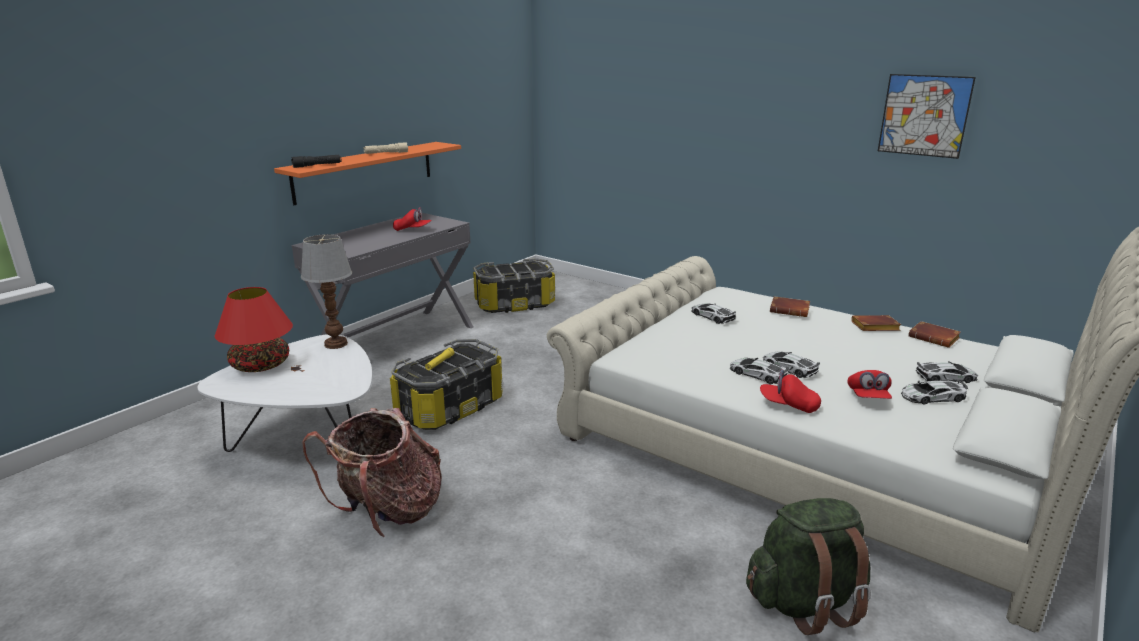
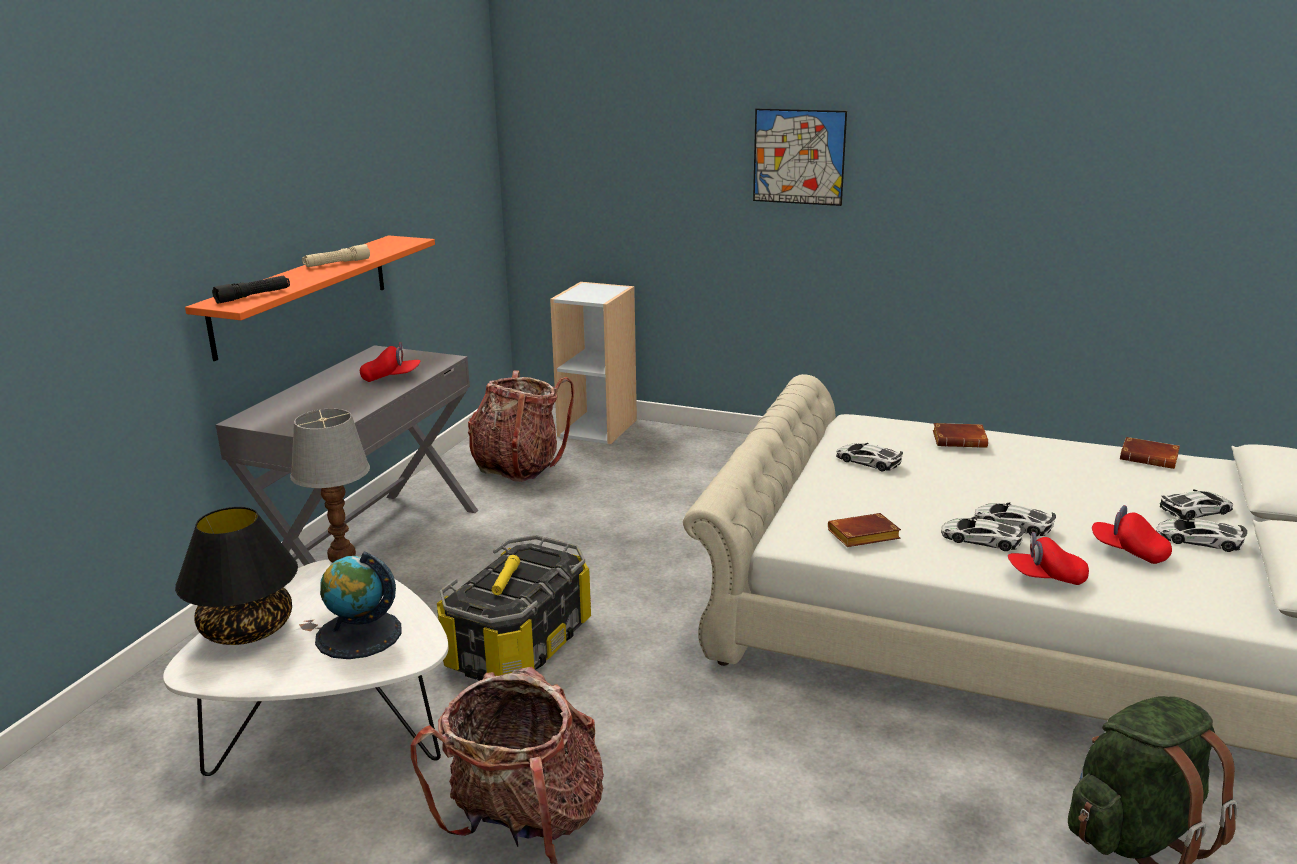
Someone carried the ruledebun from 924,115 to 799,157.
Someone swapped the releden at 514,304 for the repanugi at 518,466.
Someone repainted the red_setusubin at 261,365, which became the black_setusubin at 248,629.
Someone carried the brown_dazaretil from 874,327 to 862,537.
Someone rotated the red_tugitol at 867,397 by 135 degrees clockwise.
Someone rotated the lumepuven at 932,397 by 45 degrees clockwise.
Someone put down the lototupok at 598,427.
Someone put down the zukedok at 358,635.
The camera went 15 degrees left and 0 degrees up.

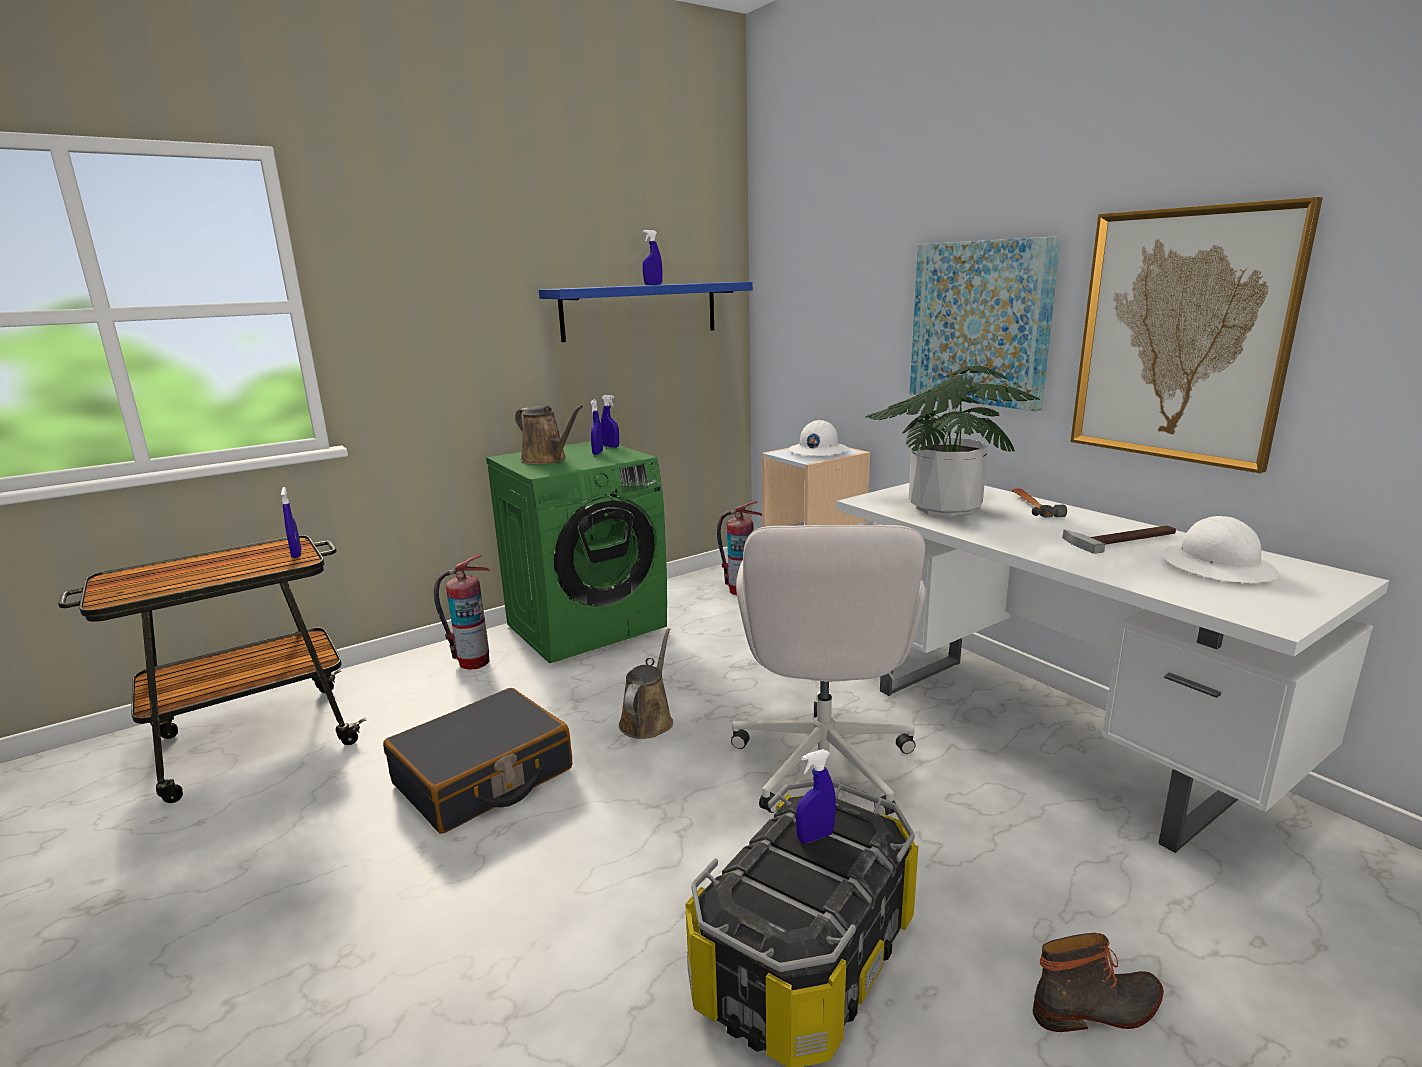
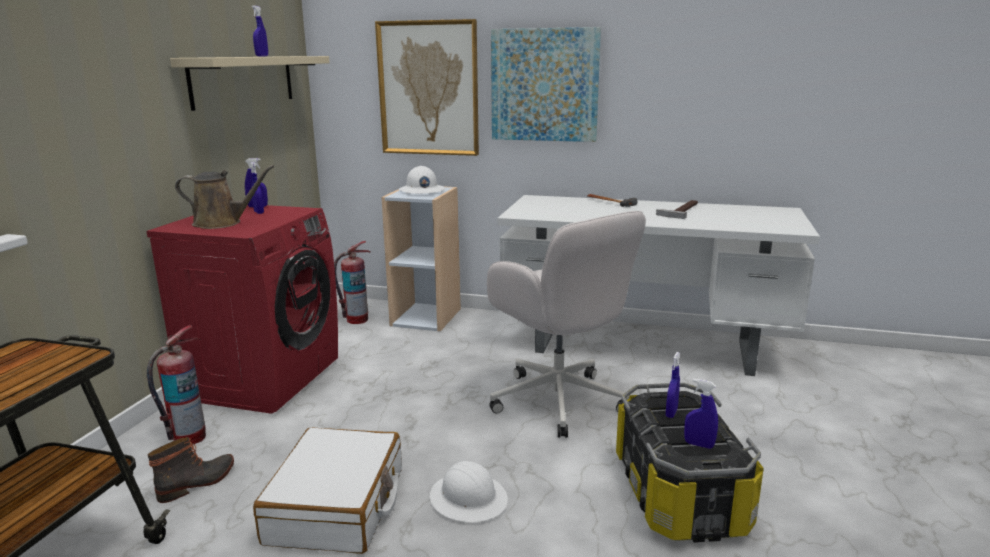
Someone carried the ruledebun from 1181,336 to 428,88.
Someone repainted the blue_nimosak at 640,310, which became the beige_nimosak at 243,80.
Someone took away the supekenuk at 944,508.
Someone repainted the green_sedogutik at 587,629, which became the red_sedogutik at 264,380.
Someone carried the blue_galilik from 296,554 to 699,445.
Someone carried the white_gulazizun from 1217,566 to 468,499.
Someone took away the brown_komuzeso at 648,720.
Someone repainted the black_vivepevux at 483,777, which became the white_vivepevux at 337,506.
Someone carried the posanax from 1098,1009 to 198,483.
The camera went 40 degrees left and 0 degrees up.

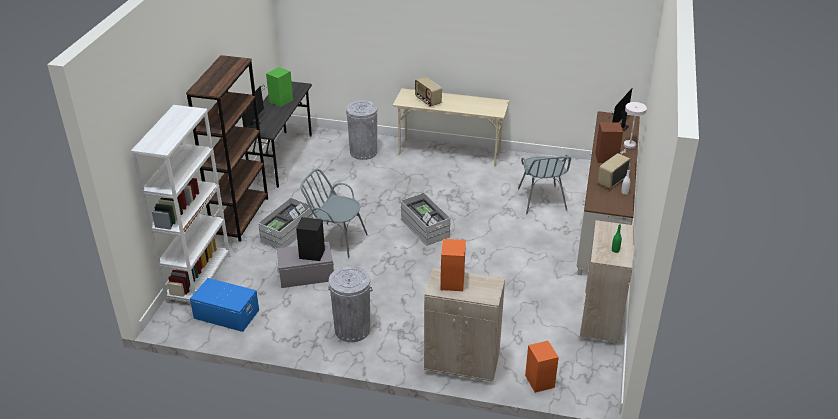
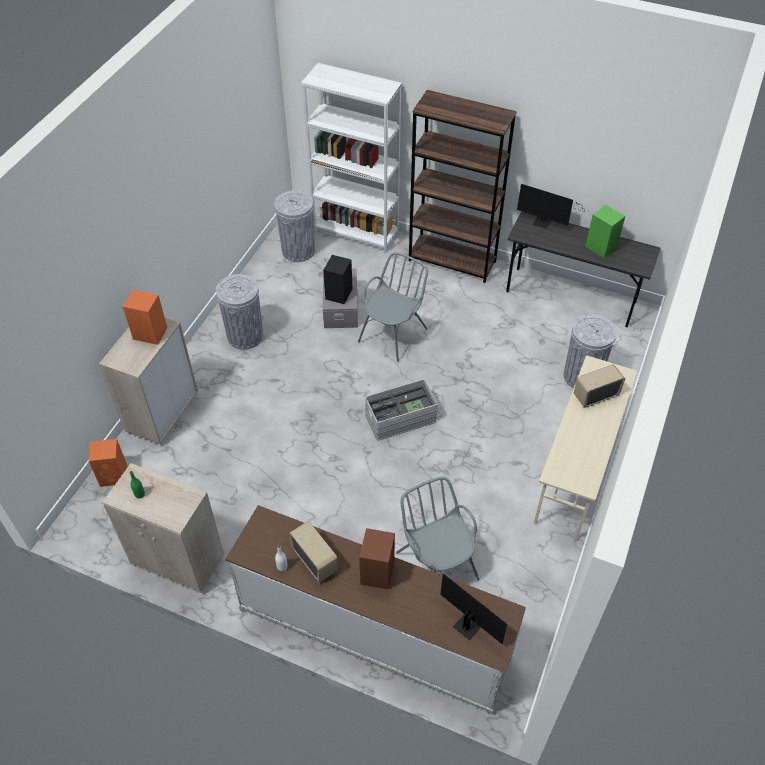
Someone took away the white_setusubin at 628,146.
Someone rotated the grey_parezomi at 542,201 by 60 degrees clockwise.
Someone took away the grey_releden at 287,232.
Someone swapped the blue_releden at 226,313 for the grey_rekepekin at 298,250.
The camera went 100 degrees right and 15 degrees up.

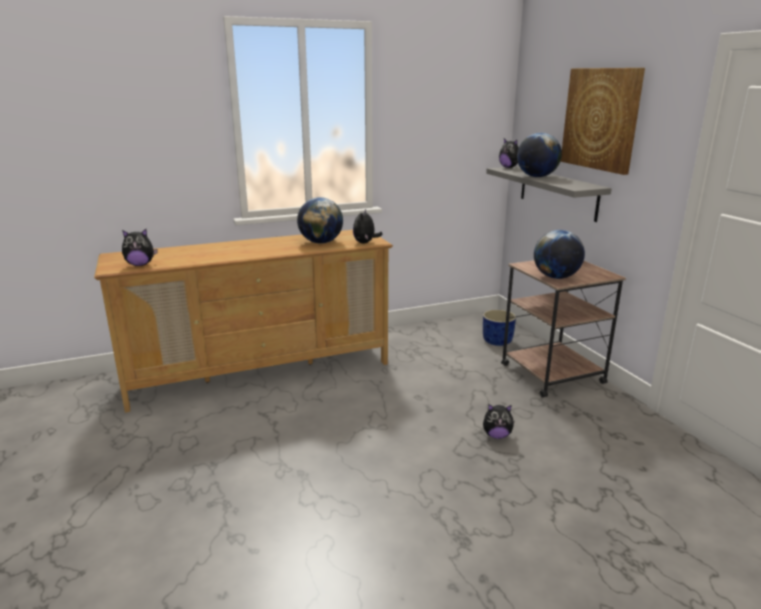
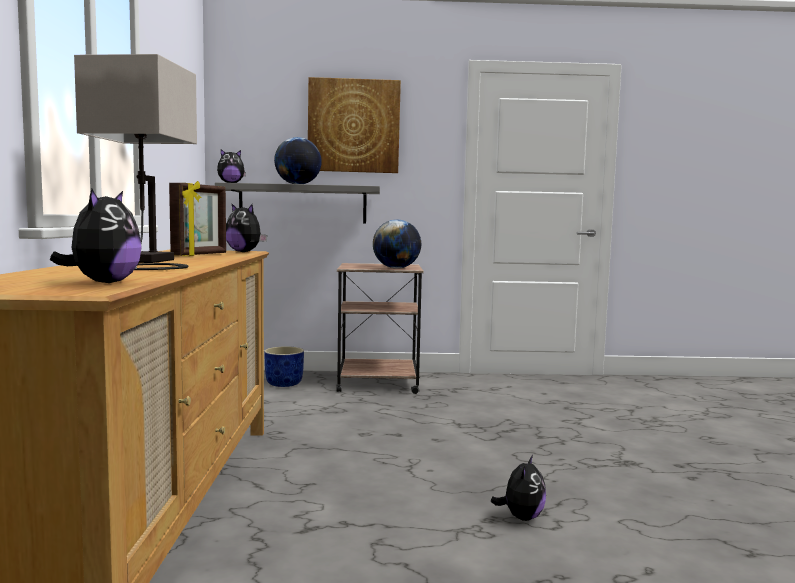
Someone swapped the zukedok at 321,242 for the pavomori at 200,255.
Someone carried the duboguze from 497,435 to 521,517.
Someone put down the setusubin at 145,263.
The camera went 70 degrees left and 15 degrees down.

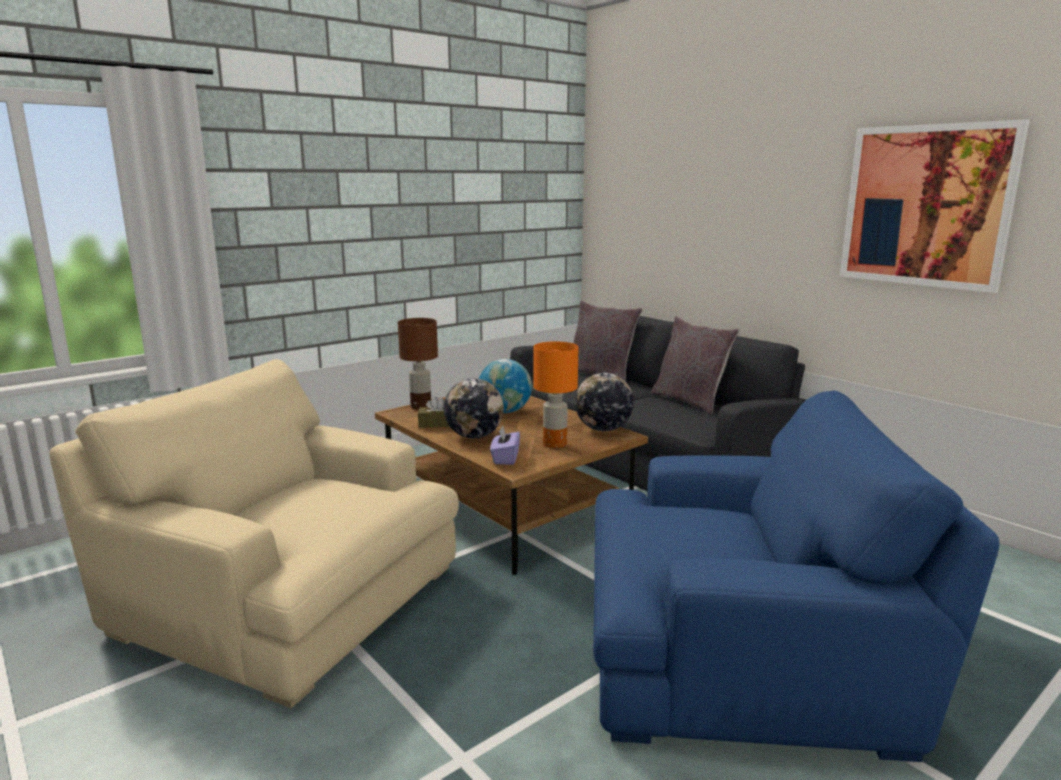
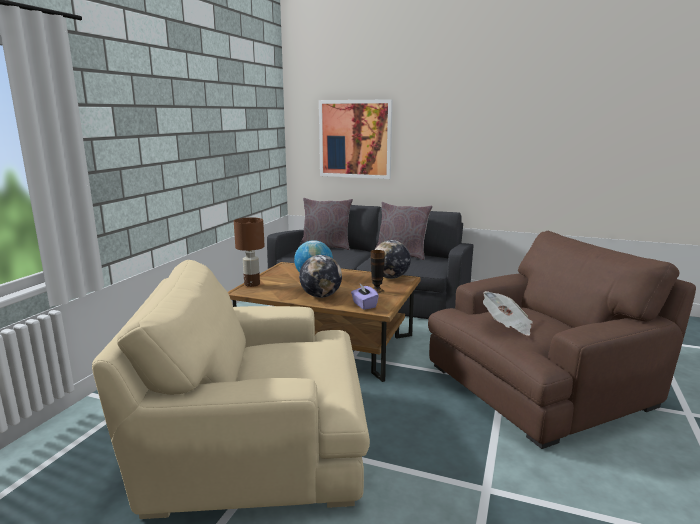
Someone carried the ruledebun from 926,206 to 355,139.
Someone swapped the orange_setusubin at 554,444 for the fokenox at 377,291.
Someone repainted the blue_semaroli at 741,651, which became the brown_semaroli at 541,384.
Someone took away the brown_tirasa at 436,424.
Someone put down the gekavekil at 507,326.
The camera went 30 degrees left and 0 degrees up.

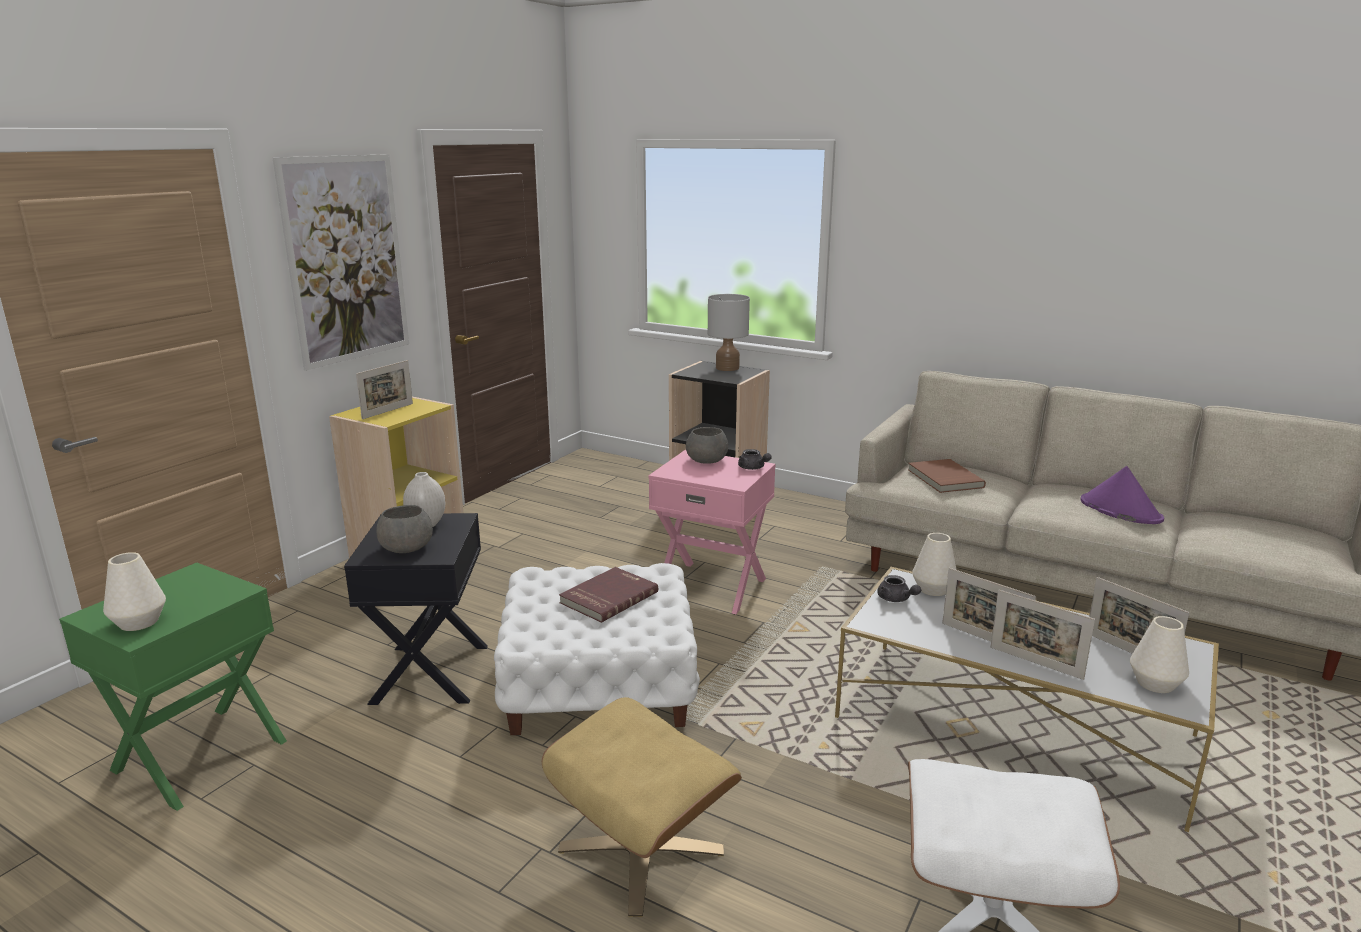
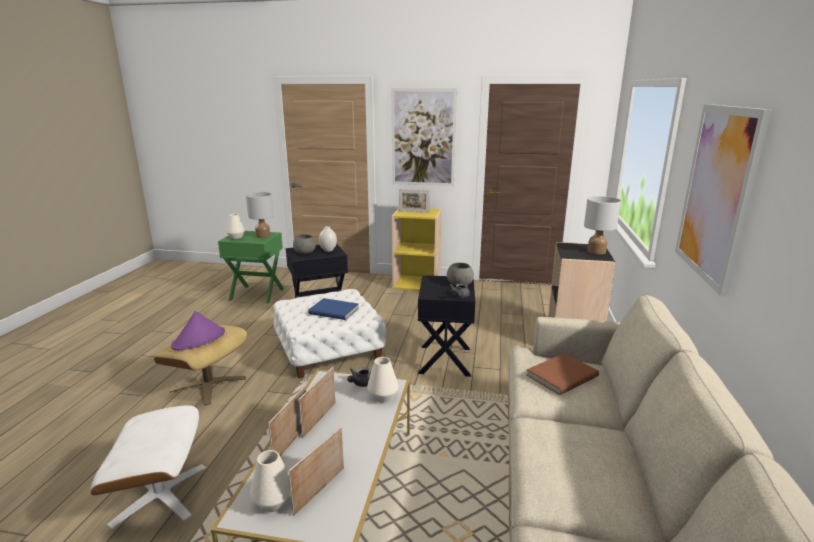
Someone repainted the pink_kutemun at 712,586, which became the black_kutemun at 446,360.
Someone carried the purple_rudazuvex from 1120,510 to 199,339.
Someone repainted the red_dazaretil at 607,597, which became the blue_dazaretil at 334,310.
Someone put up the ruledebun at 717,193.
Someone put down the grey_setusubin at 263,236.
The camera went 70 degrees right and 0 degrees up.

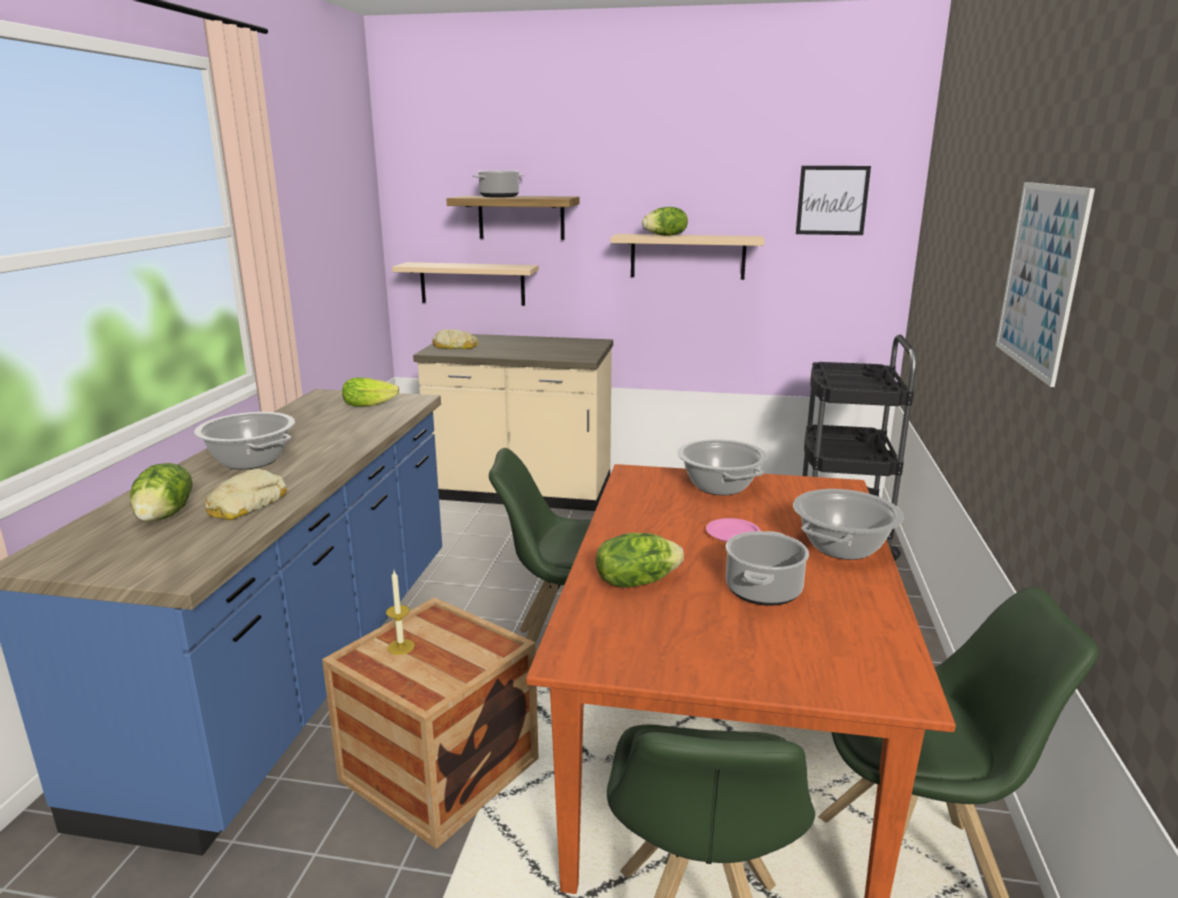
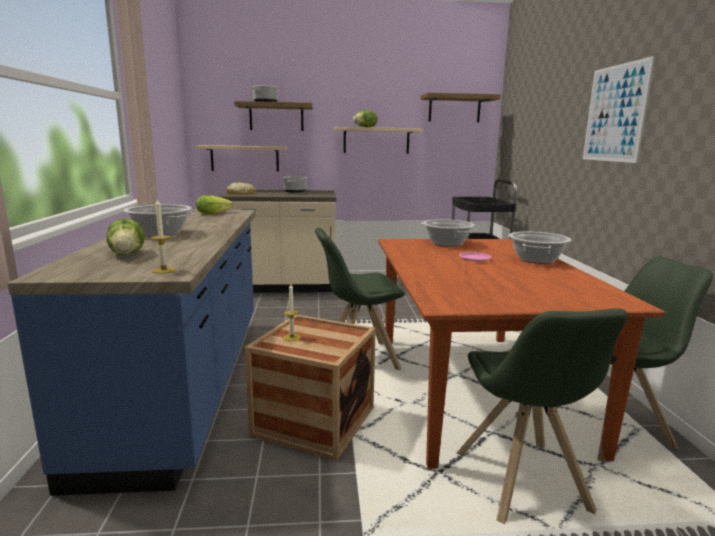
Someone swapped the ruledebun at 832,200 for the nimosak at 454,109.
Someone took away the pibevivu at 246,504.
Someone carried the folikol from 763,590 to 294,191.
Someone took away the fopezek at 636,581.
Someone put down the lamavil at 164,270.
The camera went 15 degrees left and 5 degrees down.

